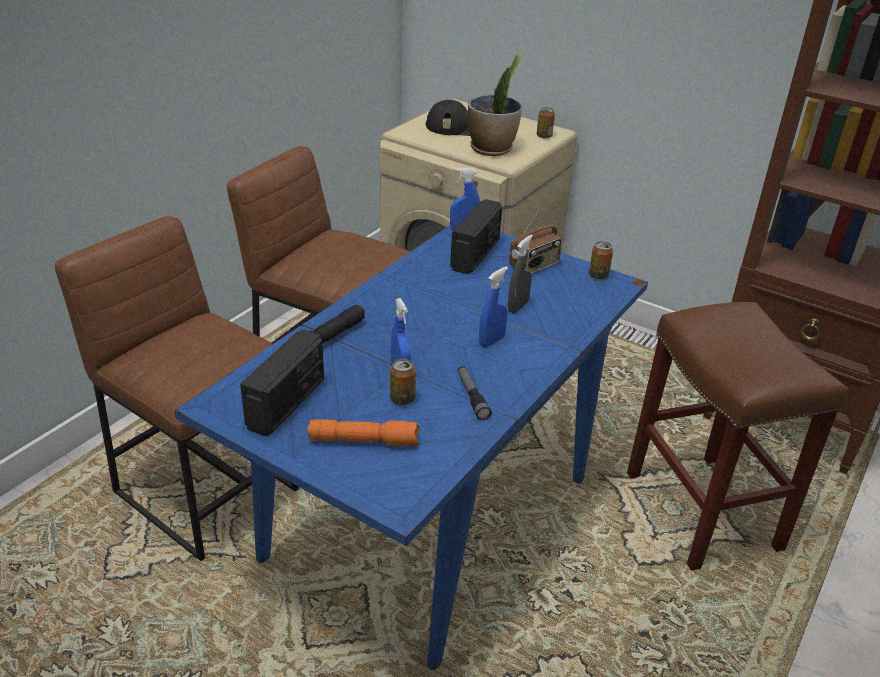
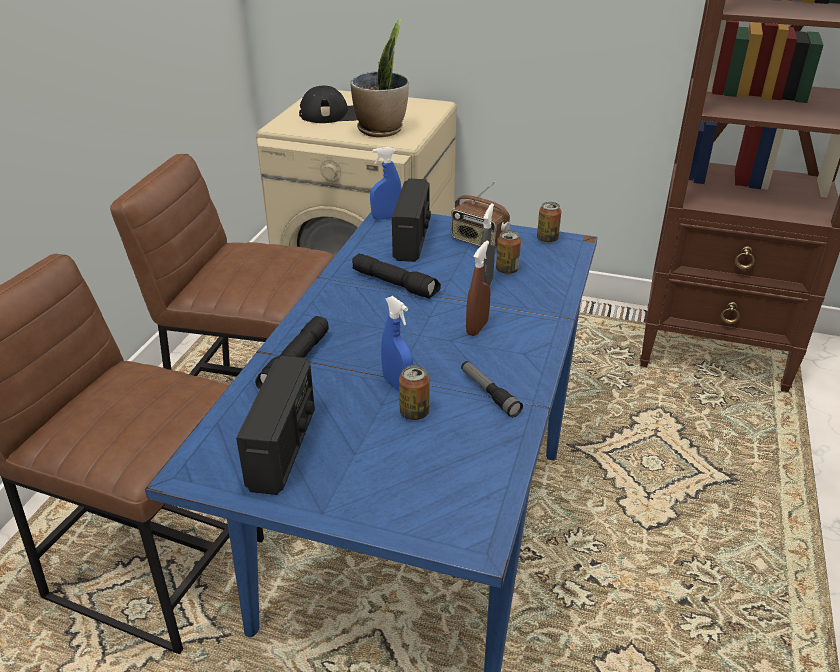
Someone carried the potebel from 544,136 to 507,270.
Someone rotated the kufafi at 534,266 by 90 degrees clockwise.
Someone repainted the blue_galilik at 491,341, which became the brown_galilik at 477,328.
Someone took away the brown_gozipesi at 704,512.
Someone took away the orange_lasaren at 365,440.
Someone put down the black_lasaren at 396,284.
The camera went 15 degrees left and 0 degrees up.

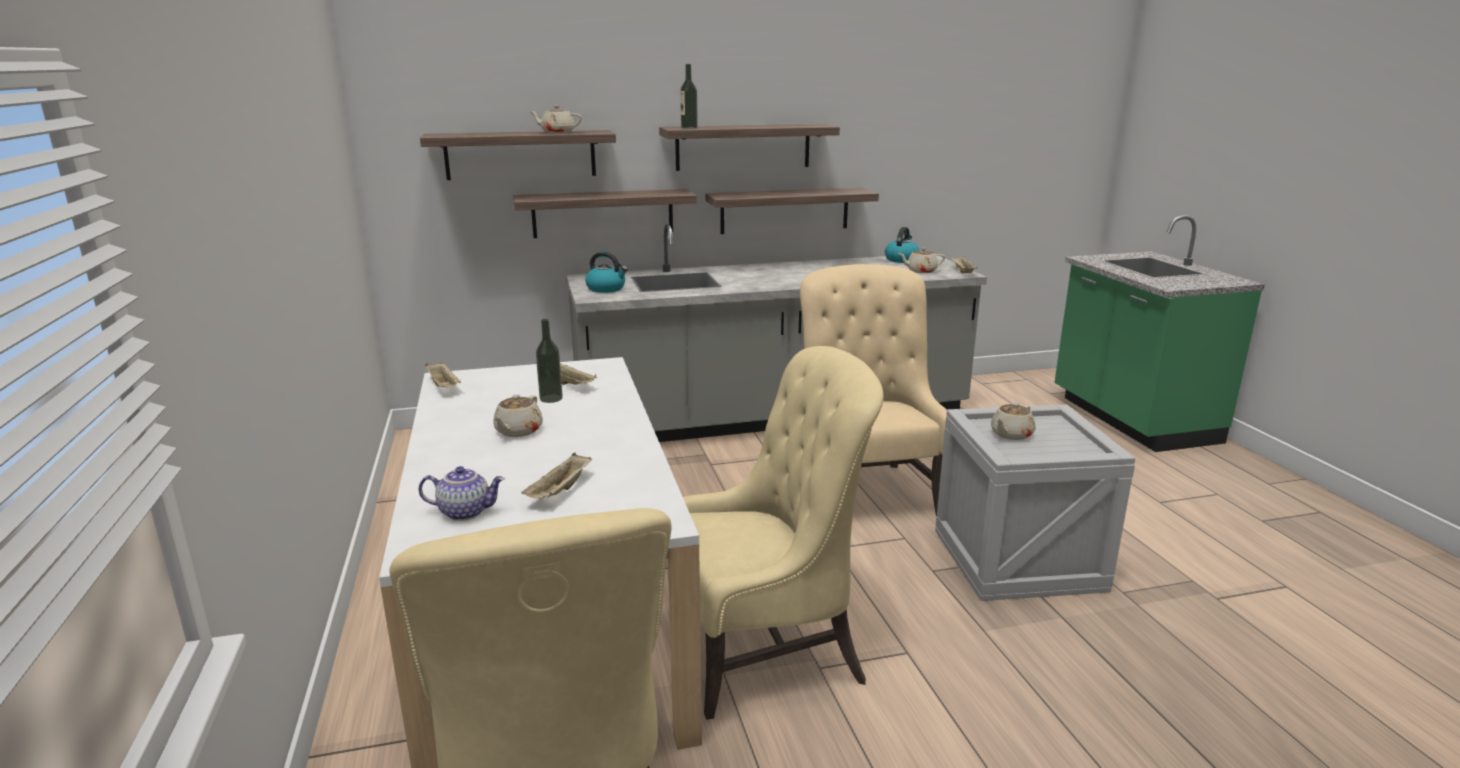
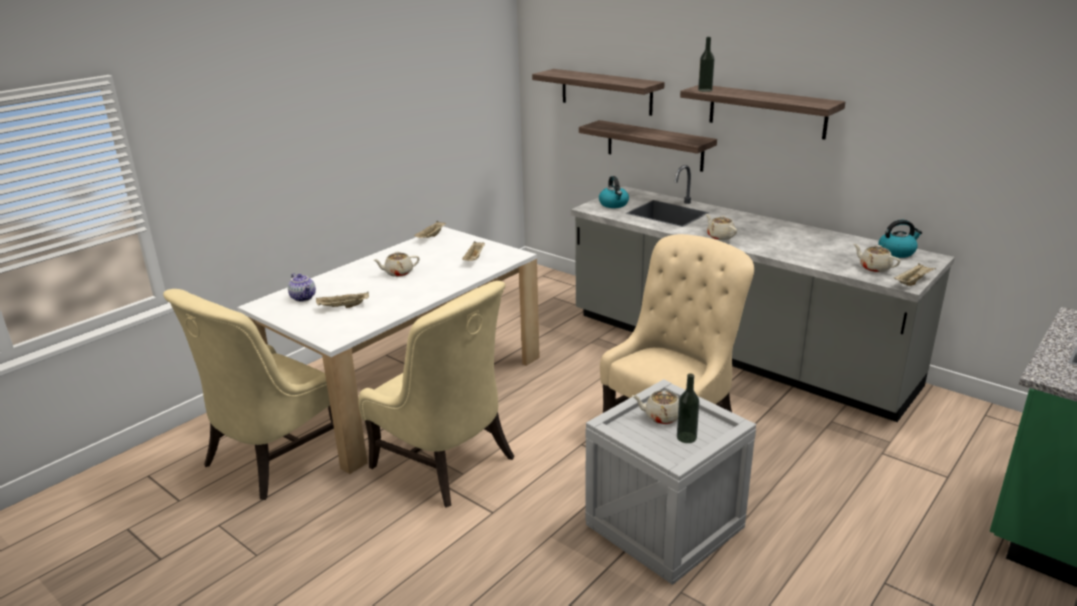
Someone carried the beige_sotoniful from 557,132 to 720,236.
Someone took away the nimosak at 784,210.
Someone carried the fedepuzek from 551,398 to 686,437.
The camera went 55 degrees right and 5 degrees up.

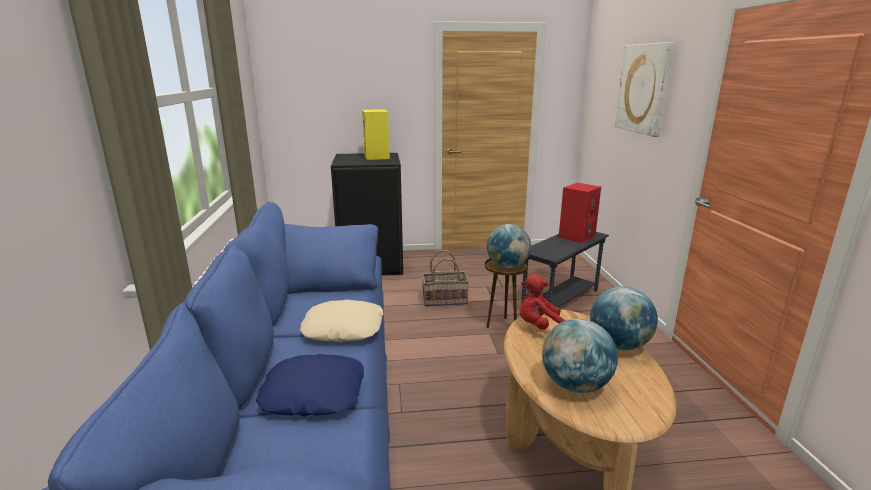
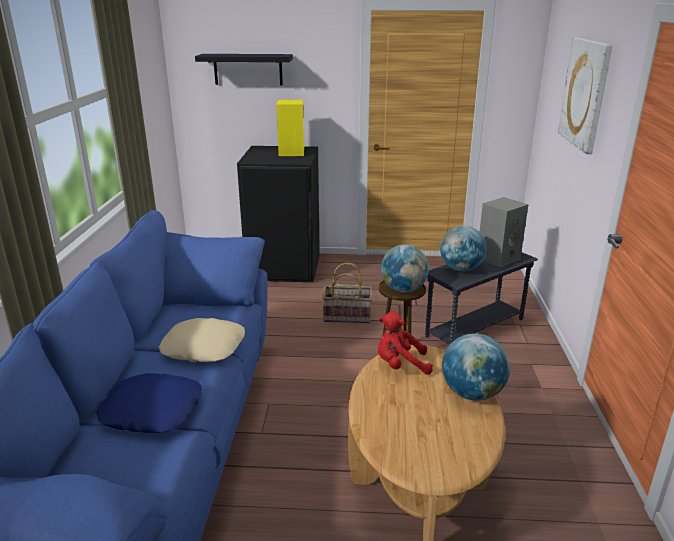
Someone repainted the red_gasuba at 576,236, which became the grey_gasuba at 498,258.
Someone carried the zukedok from 575,385 to 461,269.
Someone put up the black_nimosak at 248,69.
The camera went 10 degrees right and 5 degrees up.

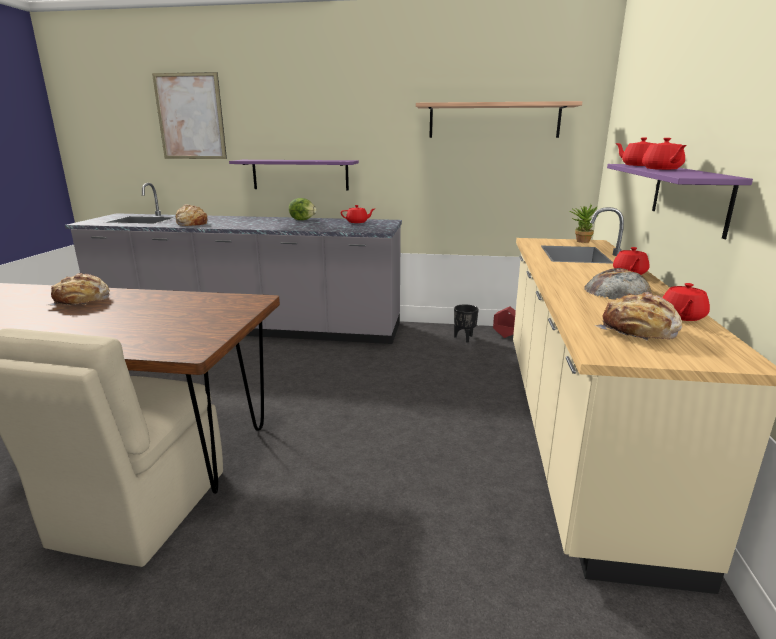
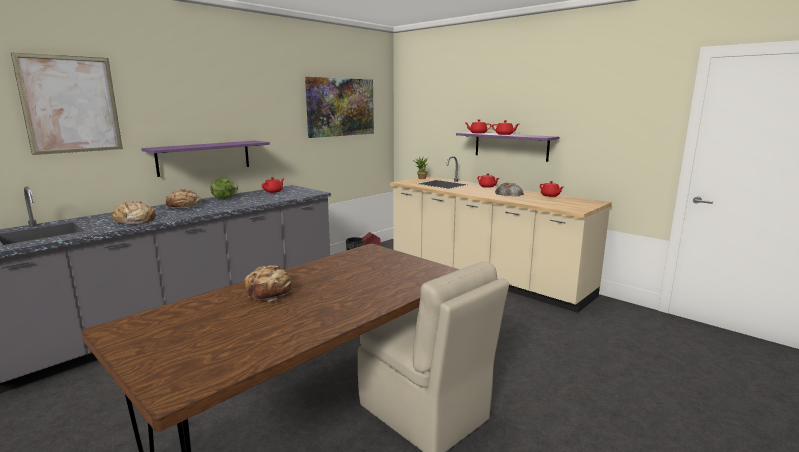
Someone swapped the nimosak at 494,121 for the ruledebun at 341,107.
Someone carried the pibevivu from 638,331 to 184,206.
The camera went 55 degrees left and 5 degrees down.

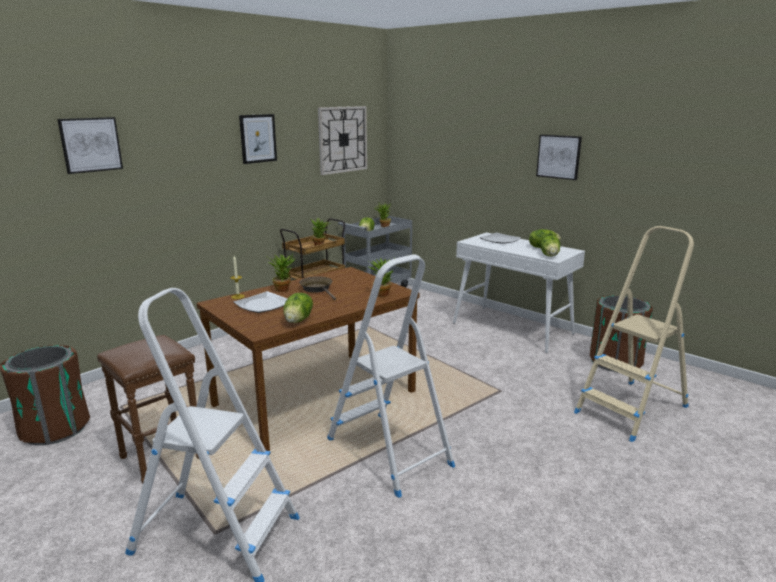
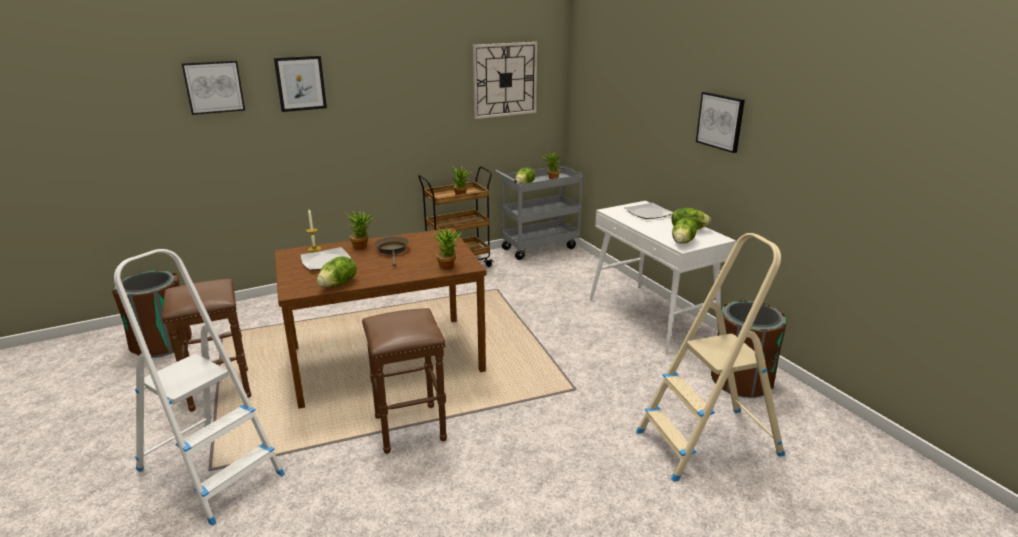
Someone carried the ruledebun from 258,138 to 300,83.
Someone swapped the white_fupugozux at 387,451 for the brown_gozipesi at 409,429.
The camera went 20 degrees right and 5 degrees up.

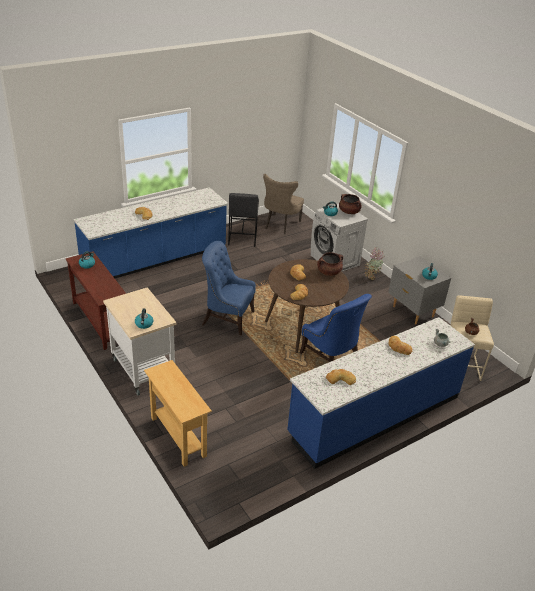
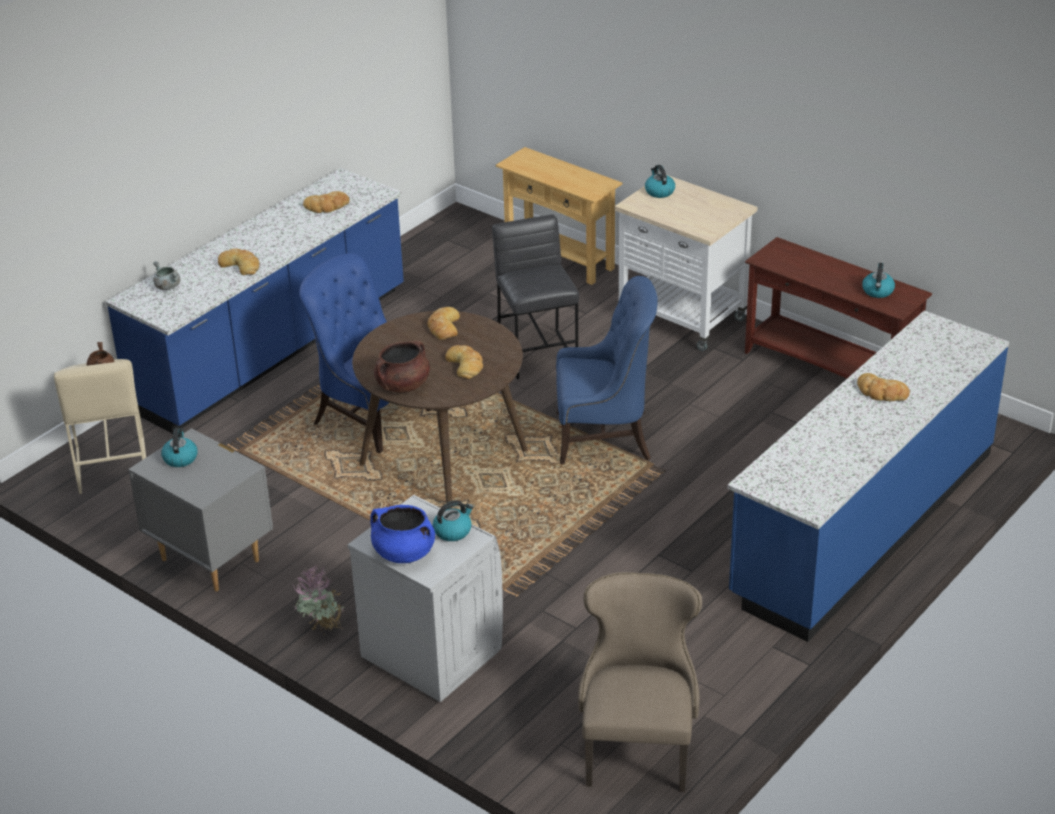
Someone carried the grey_gozipesi from 242,238 to 537,353.
Someone repainted the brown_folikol at 349,212, which became the blue_folikol at 403,553.
The camera went 165 degrees right and 0 degrees up.

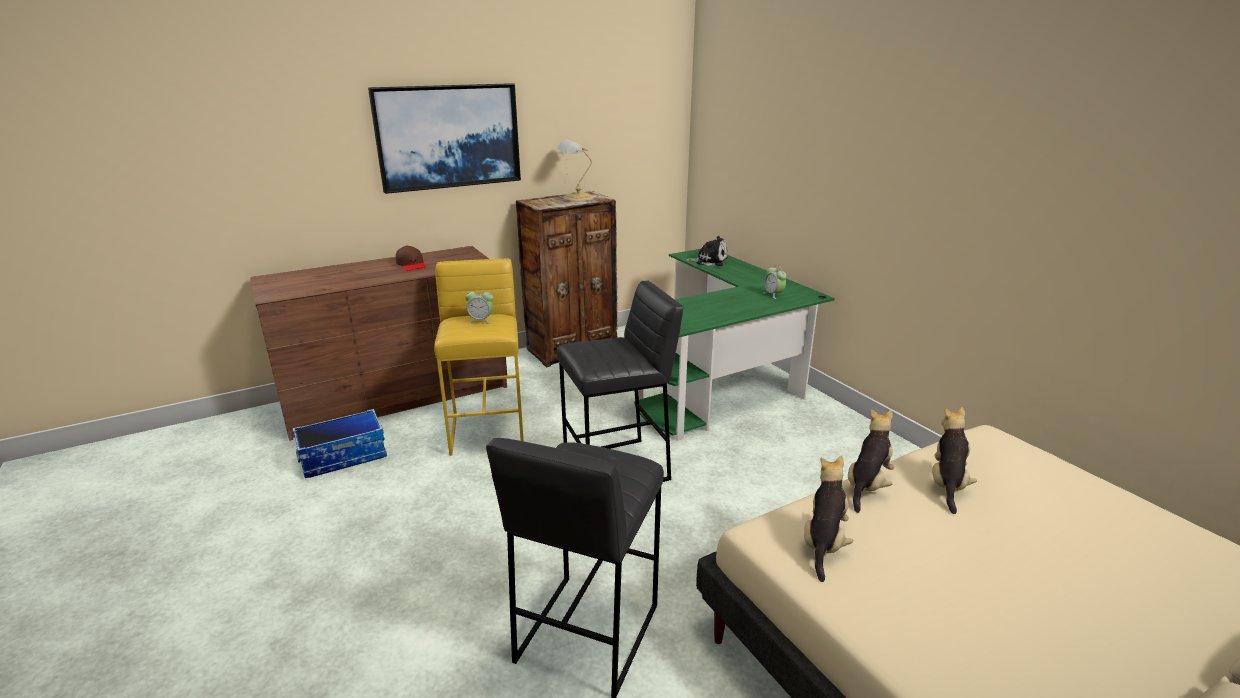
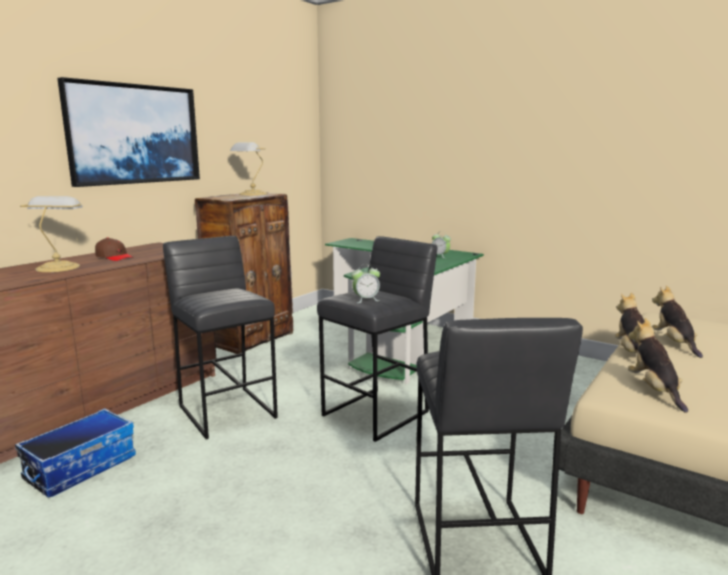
Someone took away the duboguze at 709,261.
Someone repainted the yellow_gozipesi at 487,430, which became the grey_gozipesi at 227,411.
Someone carried the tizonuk from 481,321 to 366,300.
Someone put down the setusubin at 59,267.
The camera went 25 degrees left and 10 degrees down.

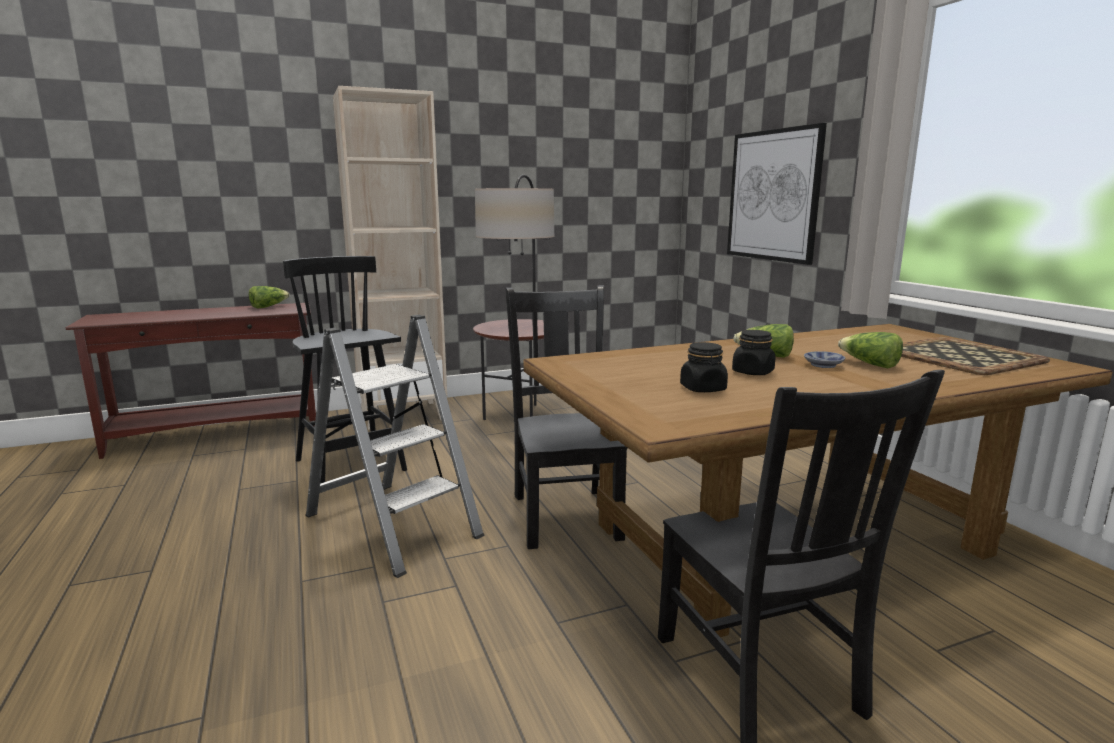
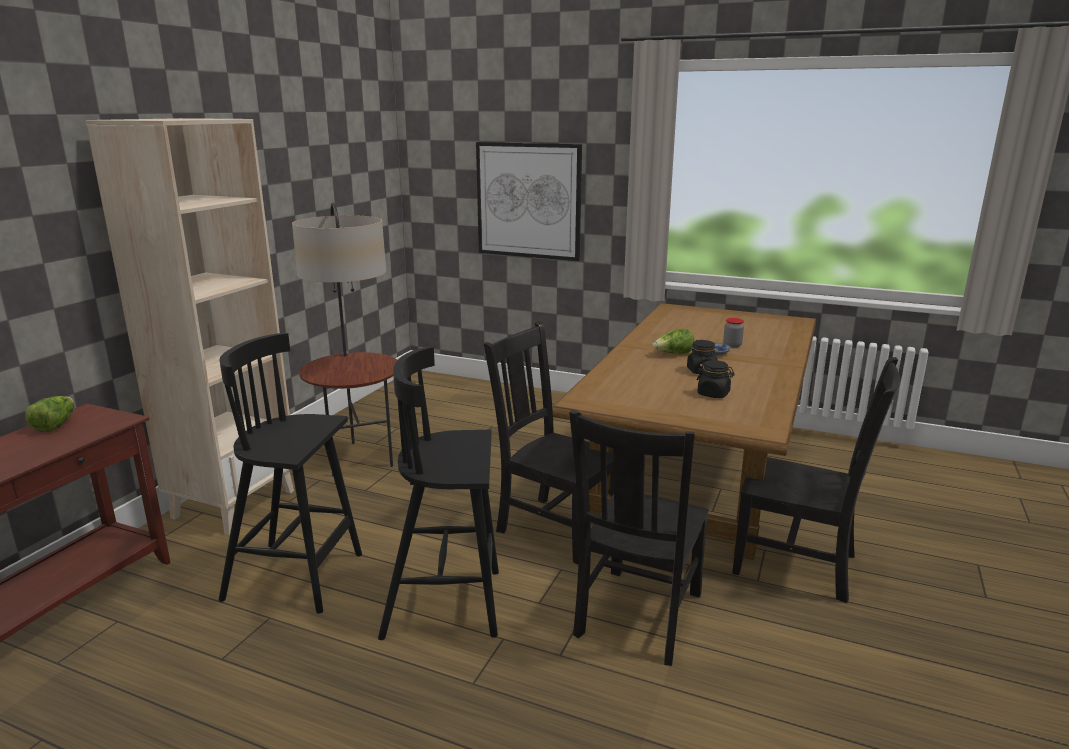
Someone swapped the grey_fupugozux at 391,524 for the black_gozipesi at 447,603.
Someone swapped the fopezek at 869,364 for the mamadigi at 732,345.
Someone took away the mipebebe at 961,357.
Someone put down the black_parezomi at 637,617.
The camera went 45 degrees left and 5 degrees up.

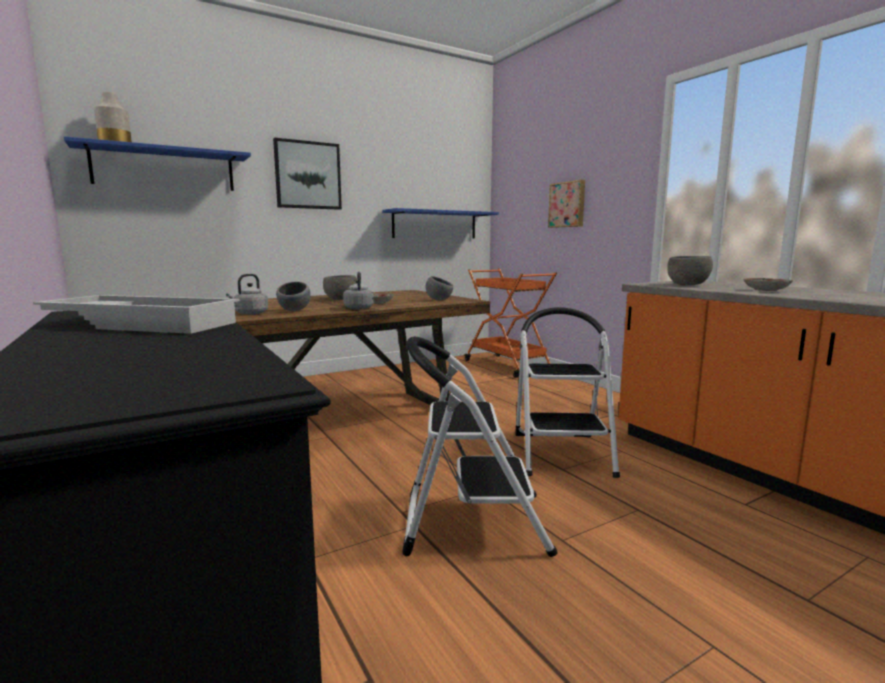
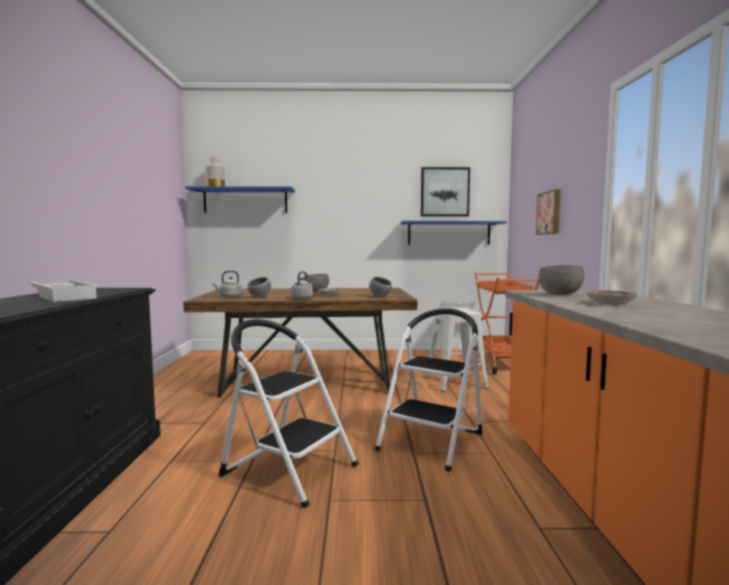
Someone carried the ruledebun from 308,175 to 444,192.
Someone put down the white_gozipesi at 455,382.
The camera went 30 degrees right and 5 degrees down.

